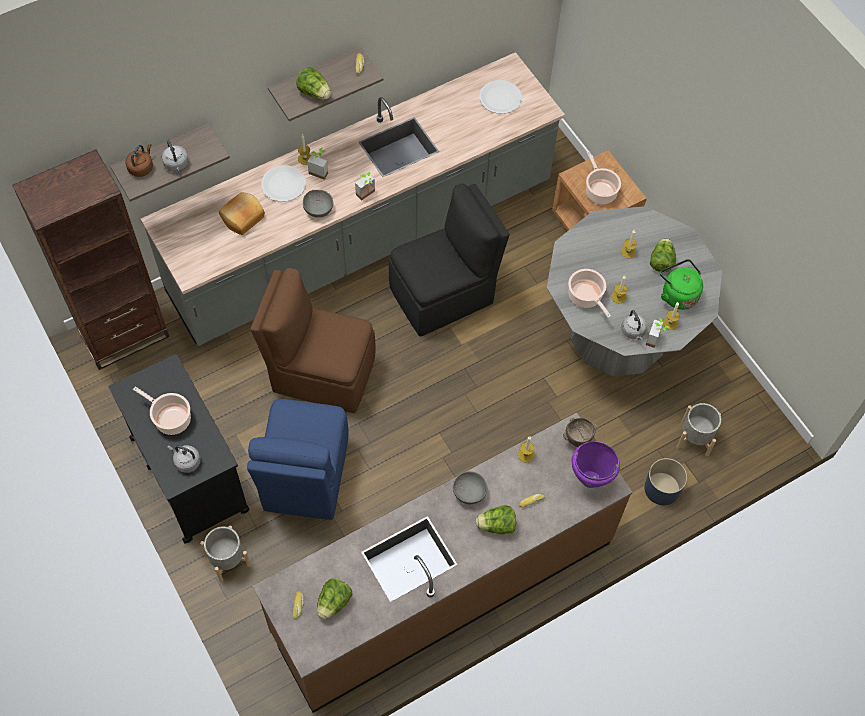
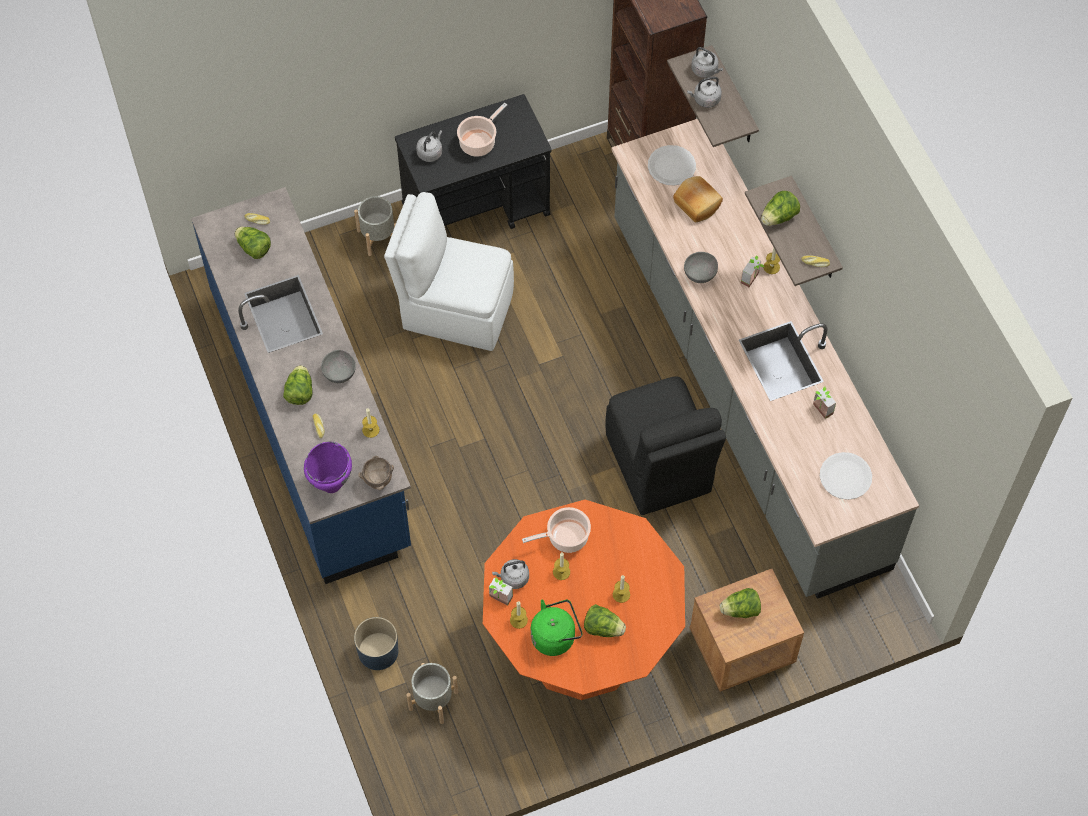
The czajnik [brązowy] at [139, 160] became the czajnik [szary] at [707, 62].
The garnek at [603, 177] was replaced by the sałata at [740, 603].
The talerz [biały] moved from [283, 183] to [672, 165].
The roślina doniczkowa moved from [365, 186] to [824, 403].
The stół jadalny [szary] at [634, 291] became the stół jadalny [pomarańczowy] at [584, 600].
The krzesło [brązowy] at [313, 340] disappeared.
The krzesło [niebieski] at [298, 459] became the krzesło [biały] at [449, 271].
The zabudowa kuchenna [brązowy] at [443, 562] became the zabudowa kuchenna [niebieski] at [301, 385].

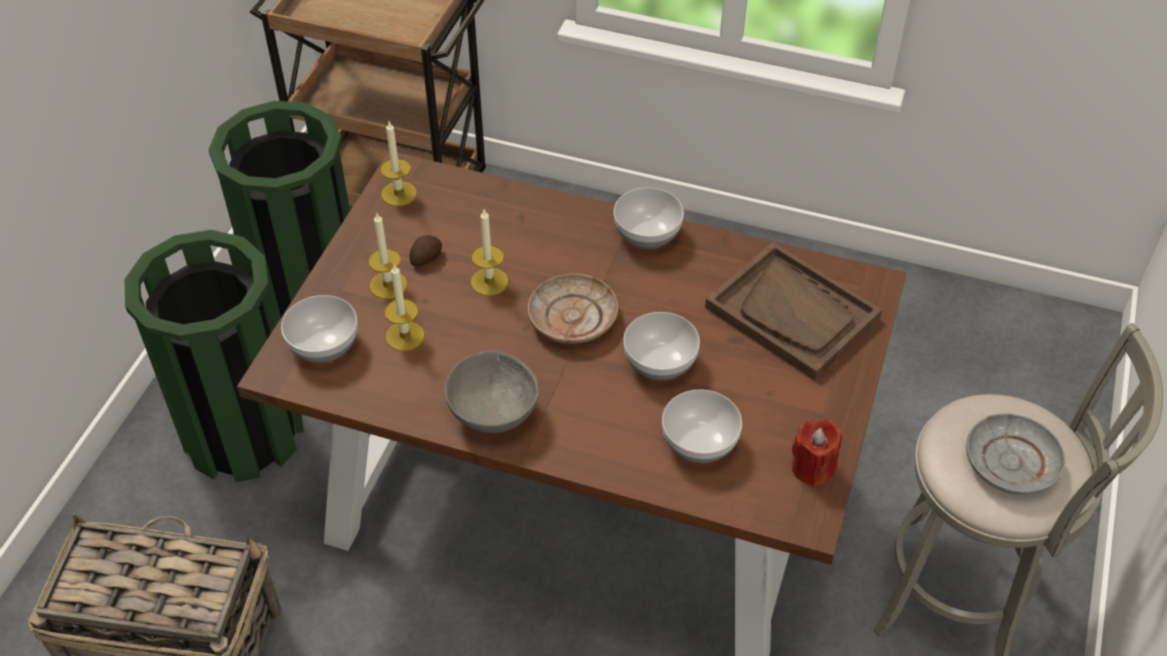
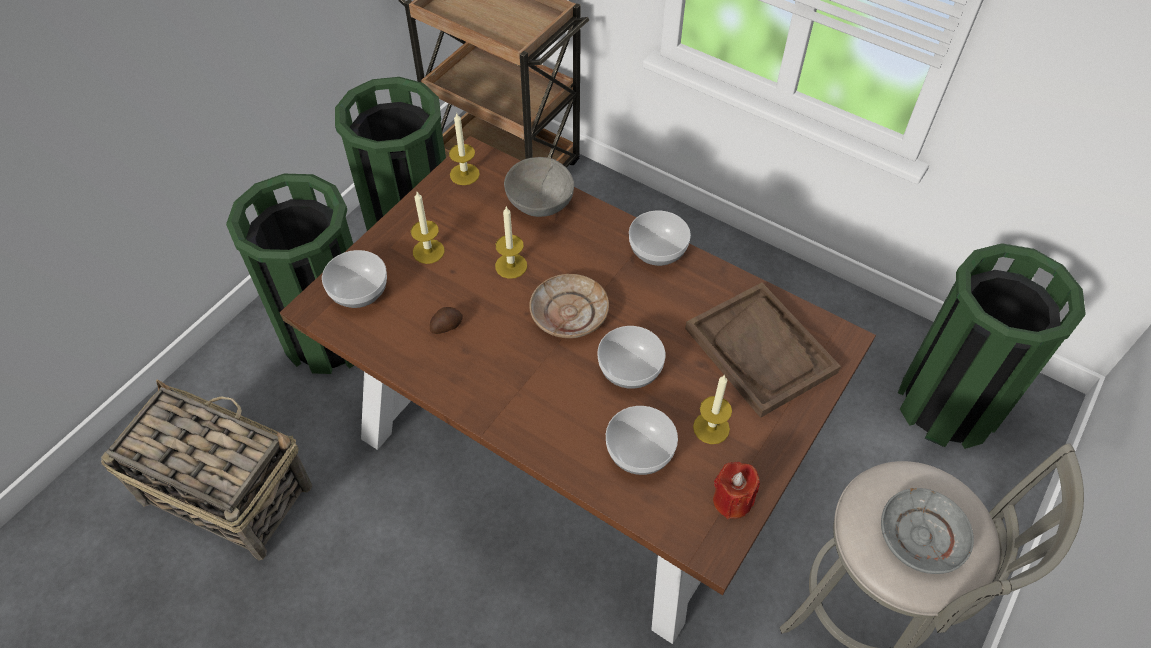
The ziemniak moved from [425, 250] to [446, 320].
The świeca moved from [404, 307] to [712, 409].
The miska [szary] moved from [491, 392] to [539, 187].
The kosz na śmieci [zielony] at [992, 346] appeared.

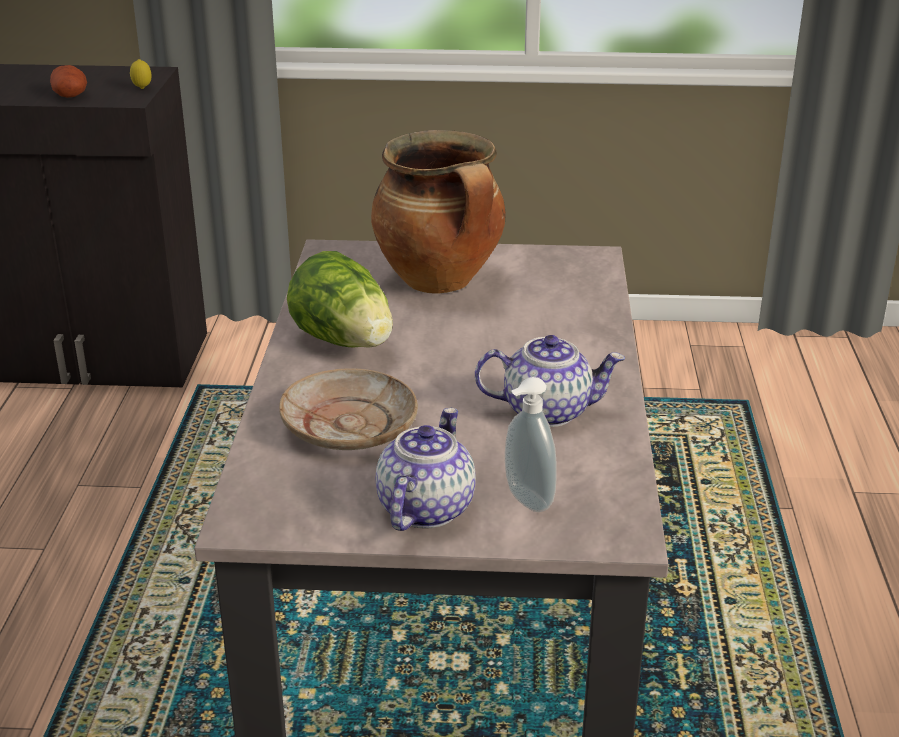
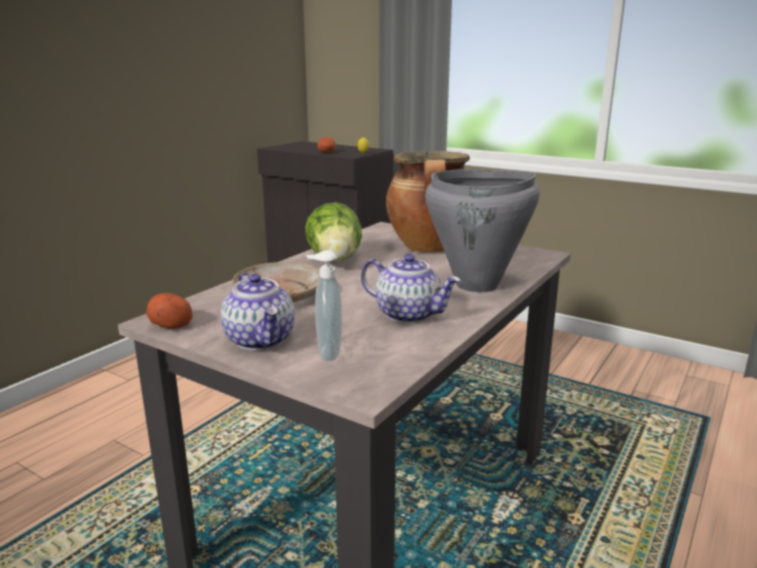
The imbryk at [426, 469] turned 105 degrees clockwise.
The garnek [szary] at [482, 230] appeared.
The ziemniak at [169, 311] appeared.

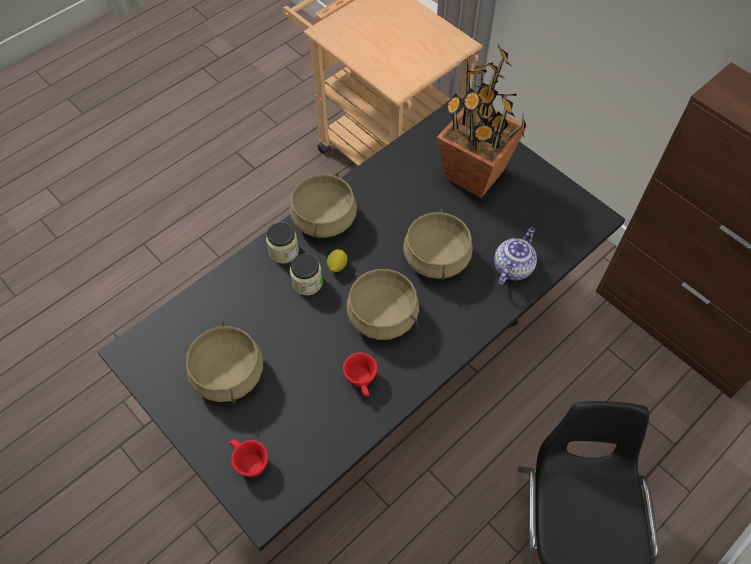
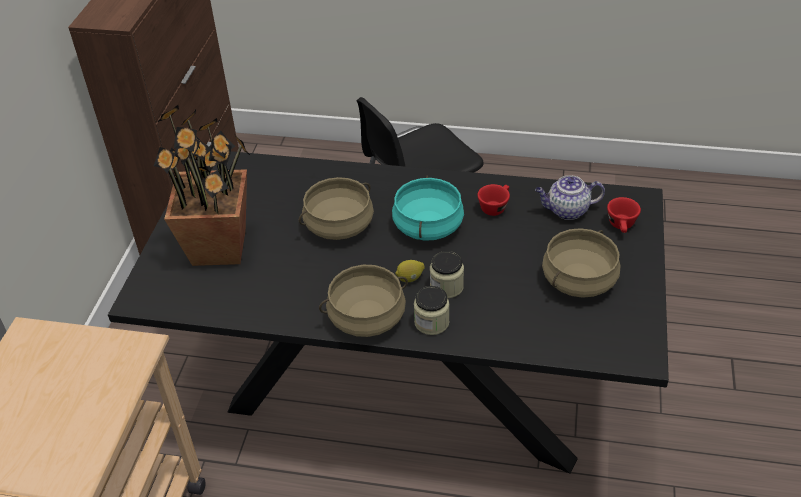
The imbryk moved from [515, 256] to [570, 197].
The garnek [beżowy] at [383, 304] became the garnek [turkusowy] at [428, 208].

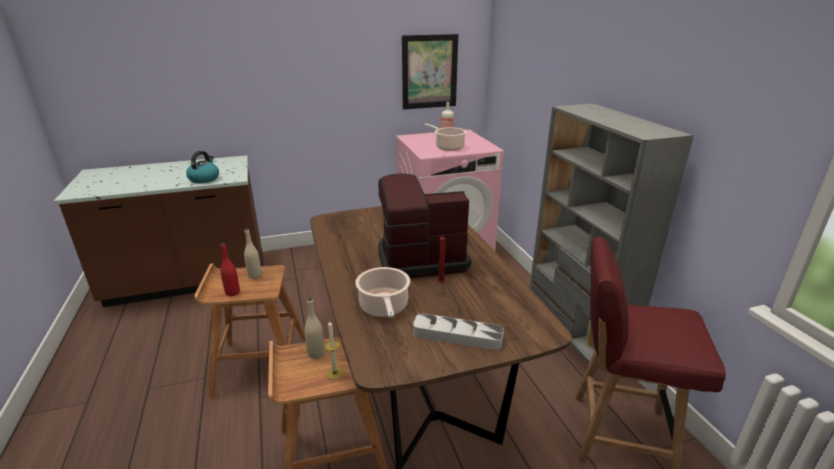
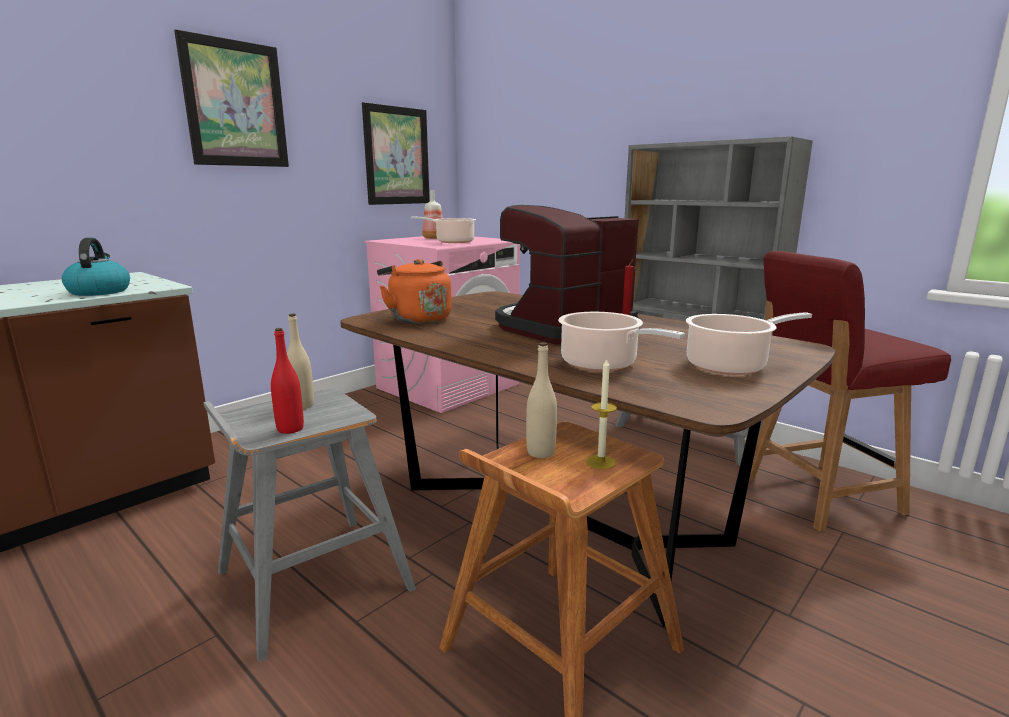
The stołek [brązowy] at [250, 332] became the stołek [szary] at [309, 525].
The taca [szary] at [458, 331] was replaced by the garnek at [749, 343].
The obraz at [231, 98] appeared.
The czajnik [pomarańczowy] at [414, 291] appeared.

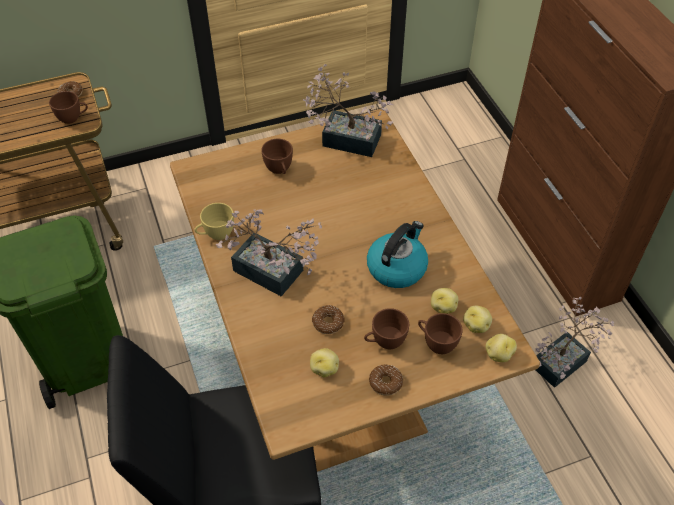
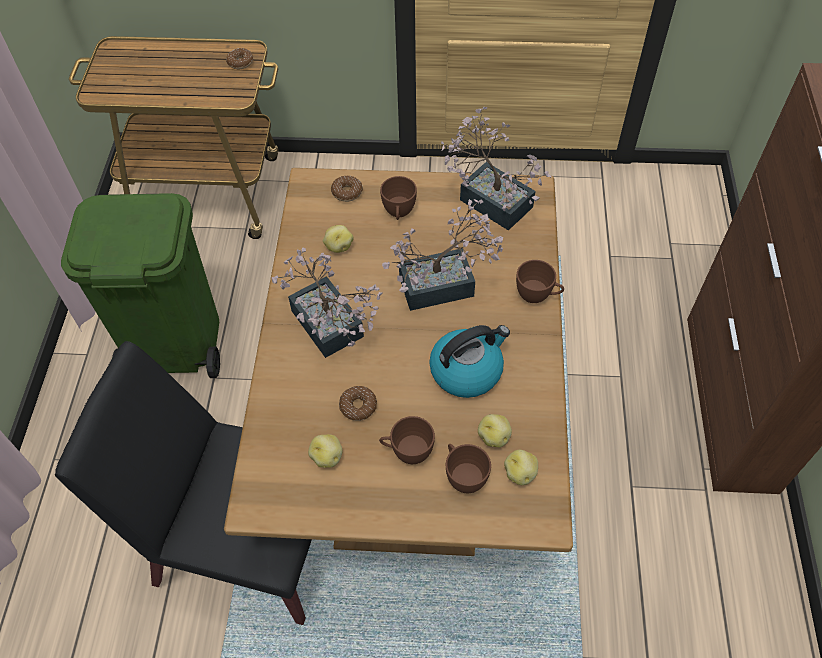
The filiżanka [brązowy] moved from [68, 107] to [540, 281].
The filiżanka [żółty] at [214, 221] disappeared.
The roślina doniczkowa moved from [574, 342] to [442, 255].
The ziemniak moved from [501, 348] to [338, 239].
The donut moved from [386, 380] to [347, 189].

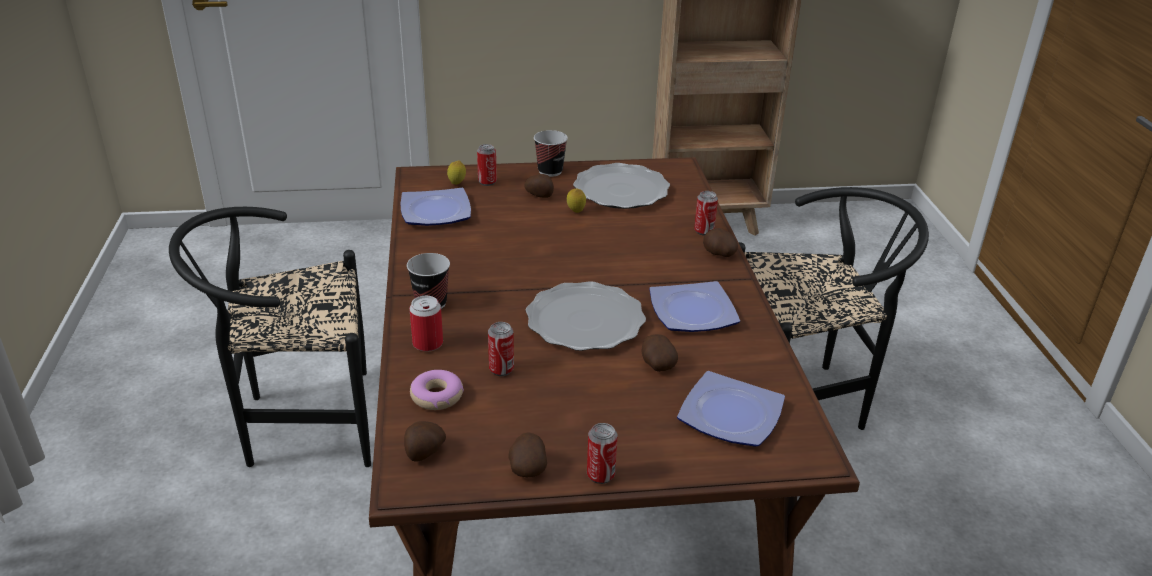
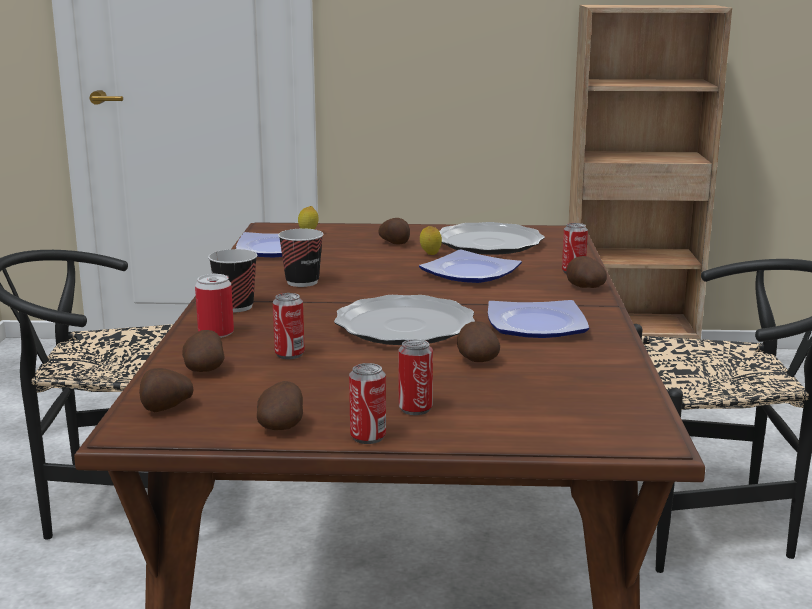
The filiżanka moved from [551, 153] to [301, 258].
The puszka moved from [487, 165] to [416, 377].
The donut at [437, 390] was replaced by the ziemniak at [203, 351].
The talerz moved from [731, 409] to [470, 266].

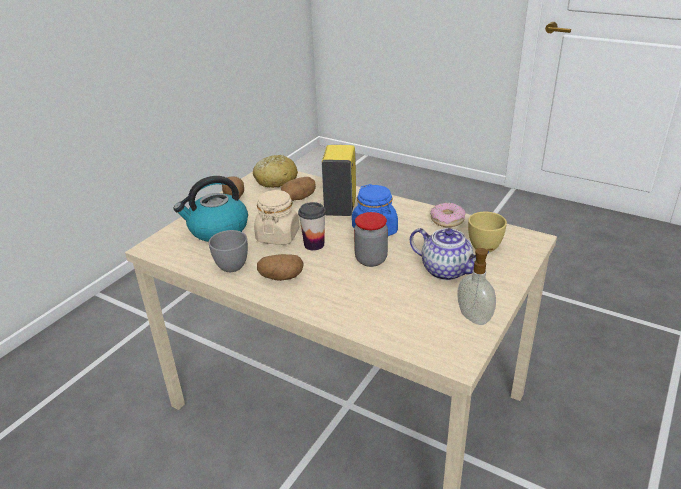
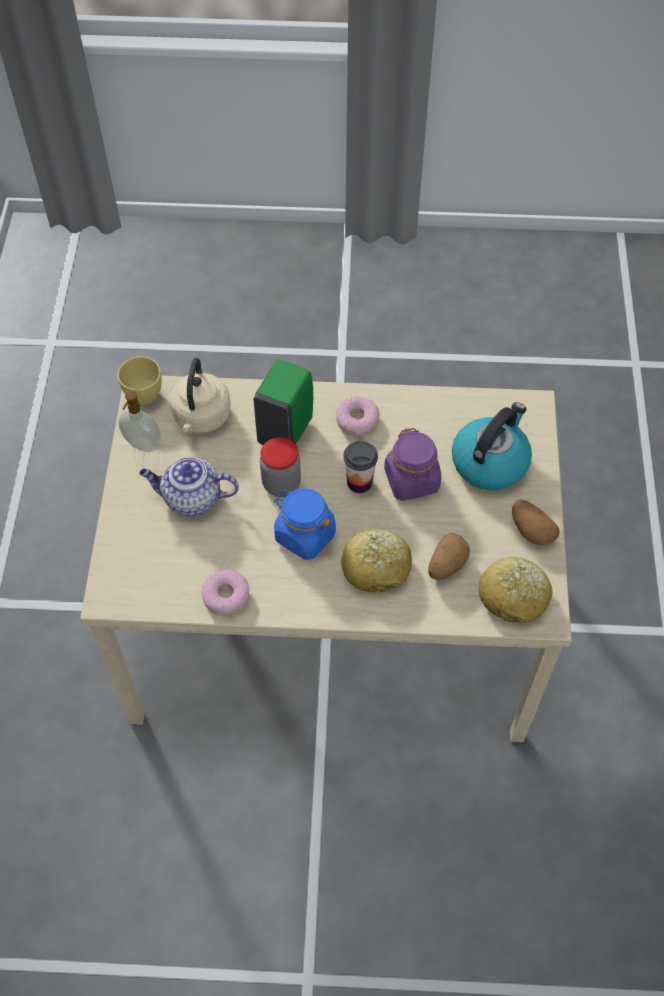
The dozownik mydła [żółty] at [339, 180] was replaced by the chleb at [376, 560].
The słoik [beżowy] at [276, 217] became the słoik [fioletowy] at [412, 464].
The filiżanka [żółty] moved from [487, 232] to [139, 380].
The filiżanka [szary] at [228, 251] disappeared.
The ziemniak at [280, 267] was replaced by the donut at [358, 416].
The czajnik [beżowy] at [200, 395] appeared.
The dozownik mydła [zielony] at [283, 402] appeared.

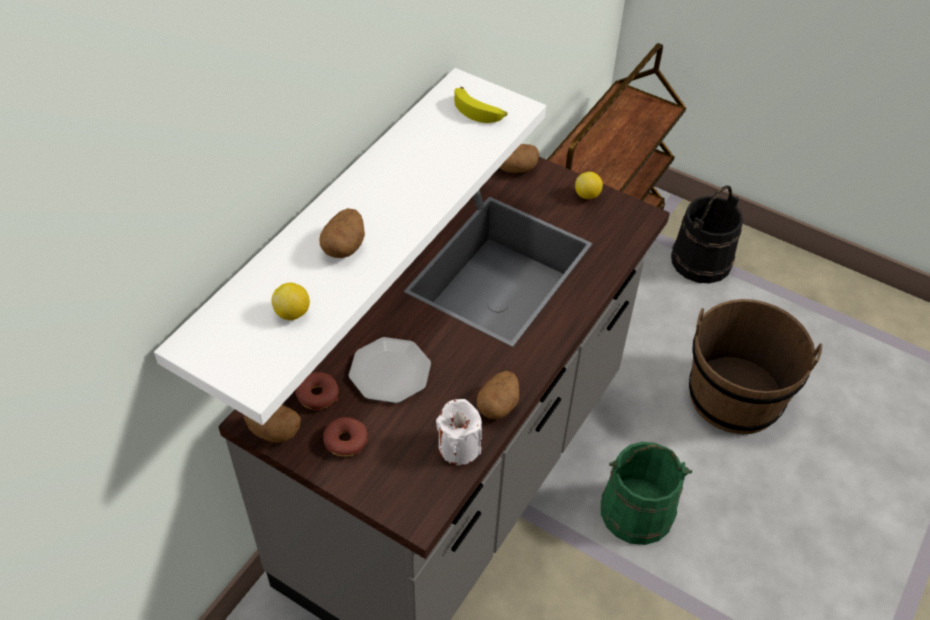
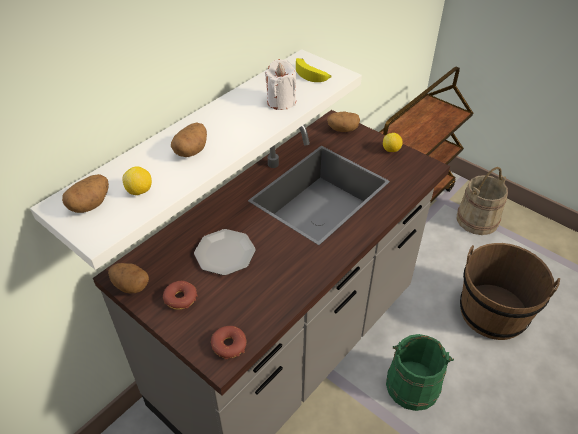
The wiadro [czarny] at [707, 234] became the wiadro [beżowy] at [482, 201].
The ziemniak moved from [498, 395] to [85, 193].
The donut moved from [317, 391] to [228, 342].
The świeca [biały] moved from [459, 432] to [280, 84].

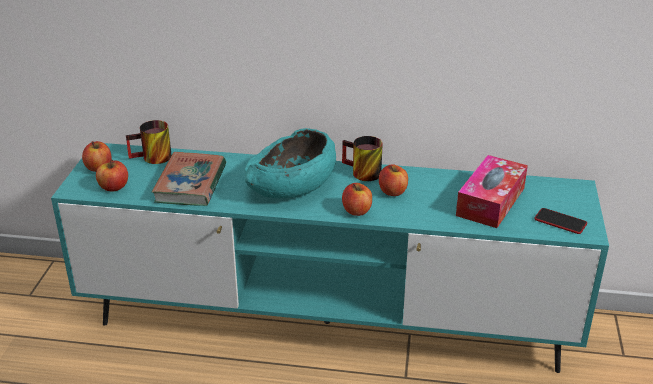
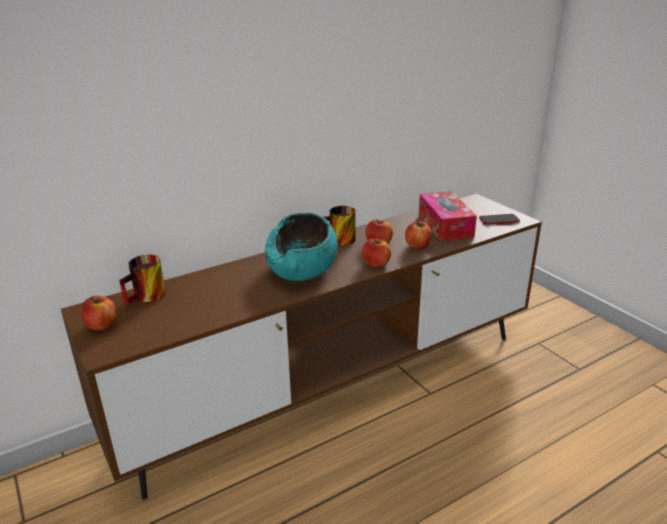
The szafka pod telewizor [turkusowy] at [330, 258] became the szafka pod telewizor [brązowy] at [301, 347].
The książka at [189, 179] disappeared.
The jabłko moved from [112, 175] to [418, 234].

